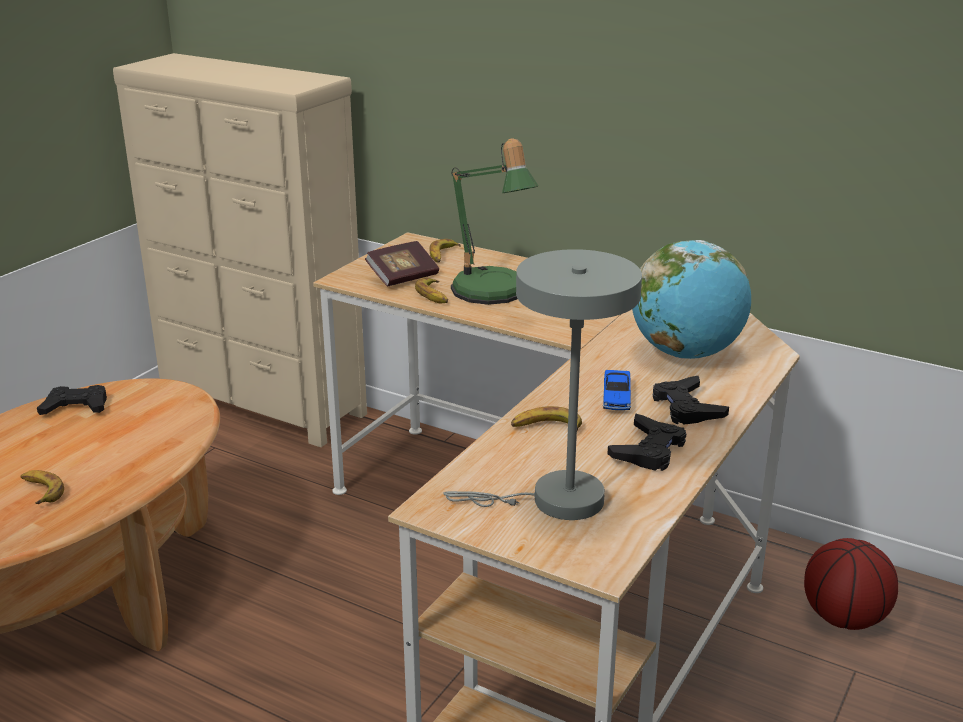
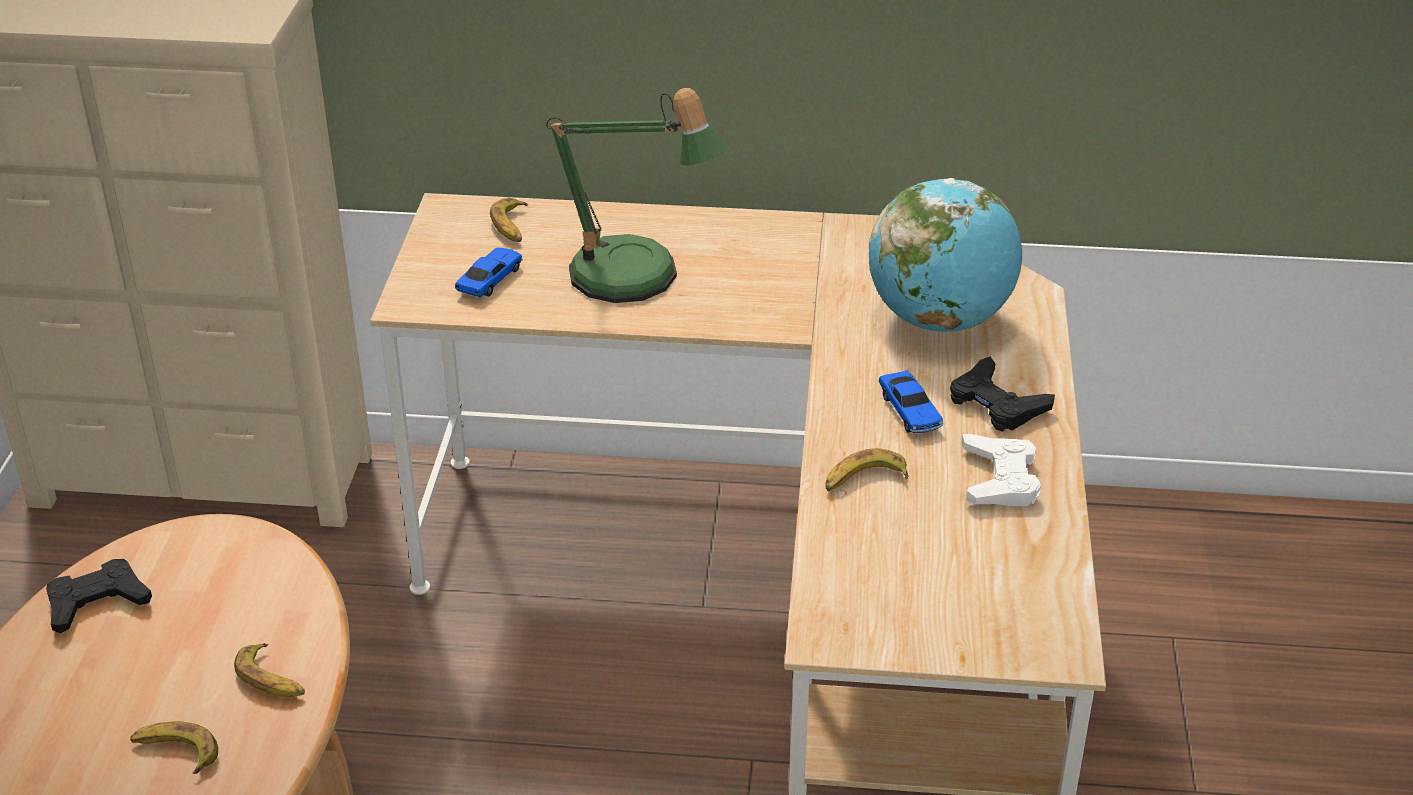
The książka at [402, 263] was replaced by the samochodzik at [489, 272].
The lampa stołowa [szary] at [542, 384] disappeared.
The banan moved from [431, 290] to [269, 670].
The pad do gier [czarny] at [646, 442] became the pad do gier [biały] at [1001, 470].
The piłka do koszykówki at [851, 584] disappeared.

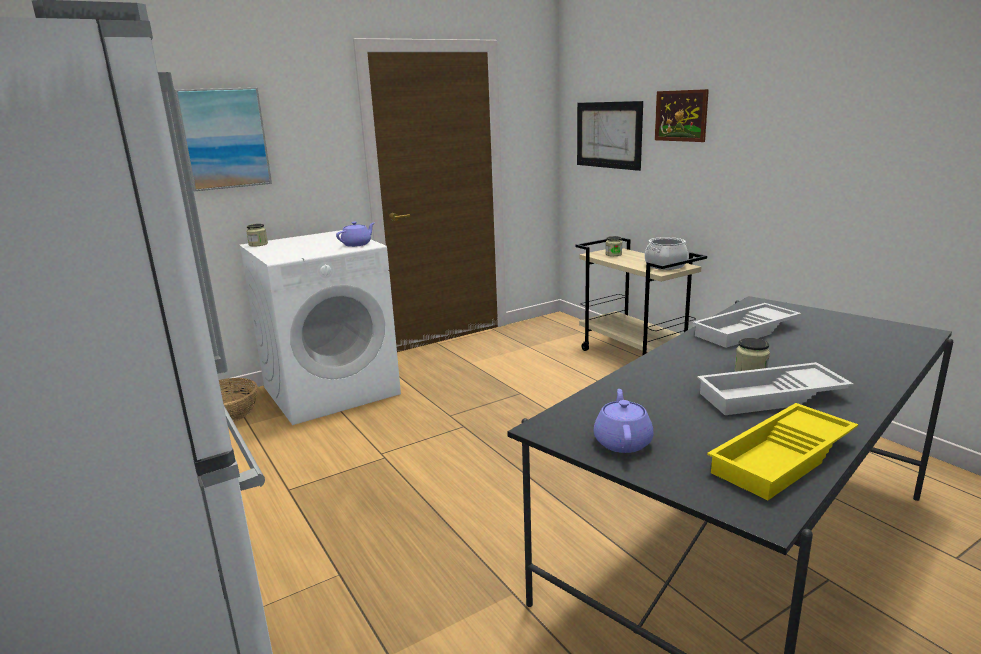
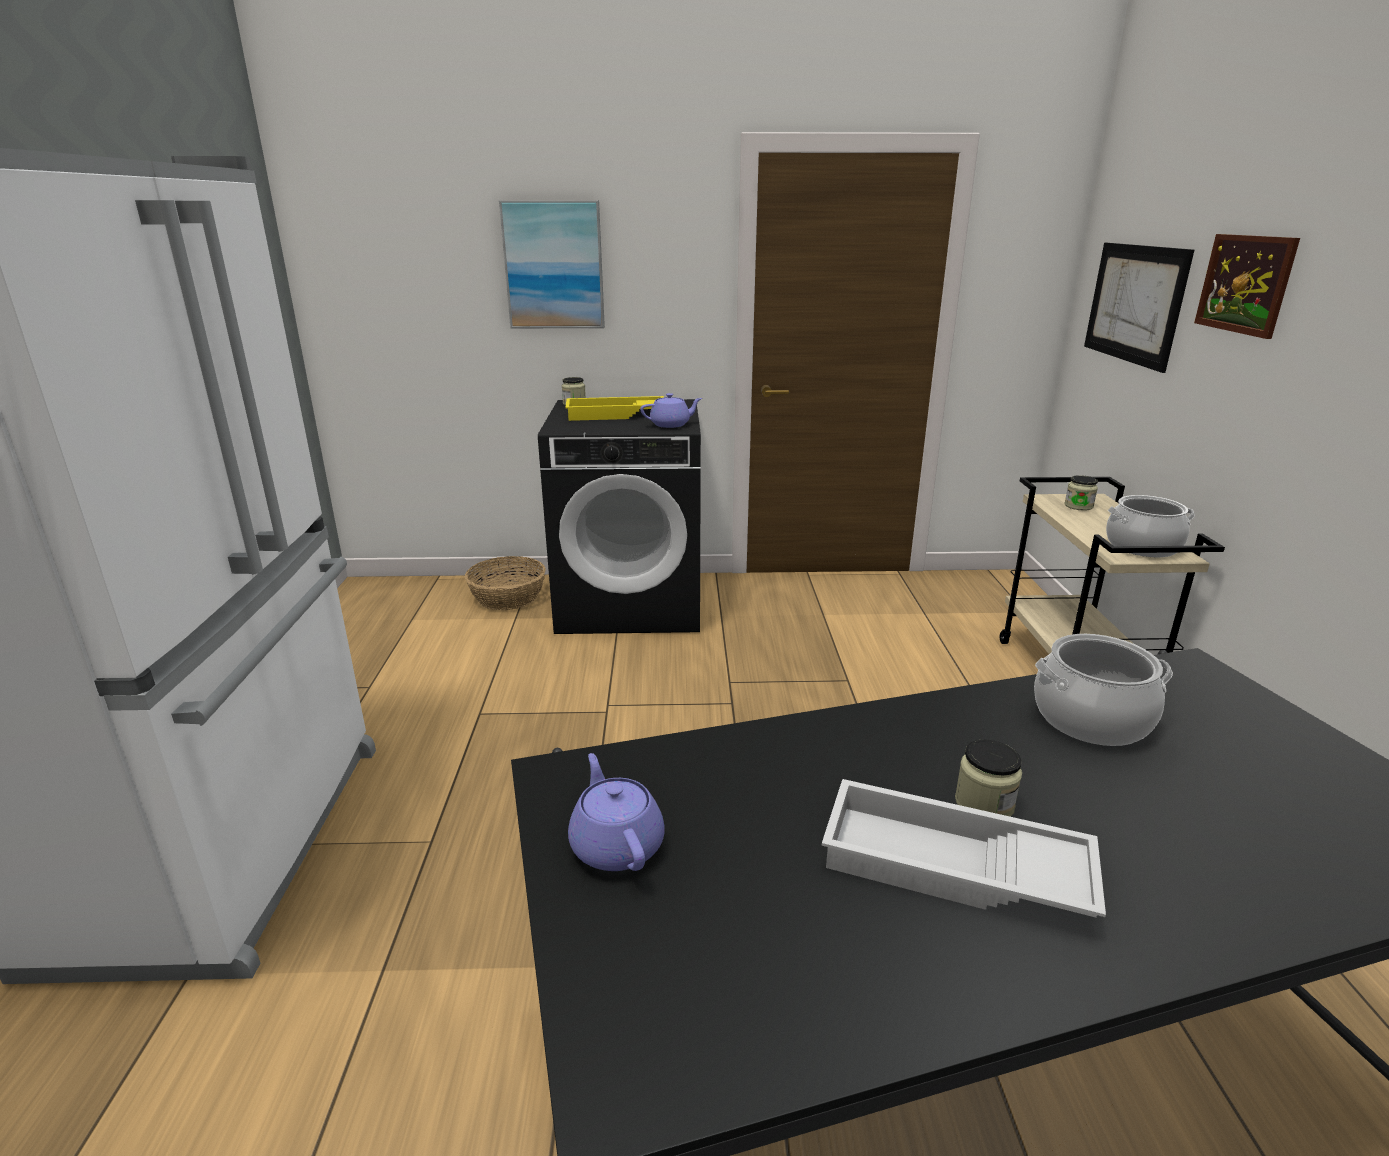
The pralka [biały] at [320, 327] became the pralka [czarny] at [619, 516].
The taca [biały] at [746, 325] was replaced by the garnek at [1103, 690].
The imbryk [fioletowy] at [624, 421] turned 60 degrees counterclockwise.
The taca [żółty] moved from [782, 451] to [614, 408].

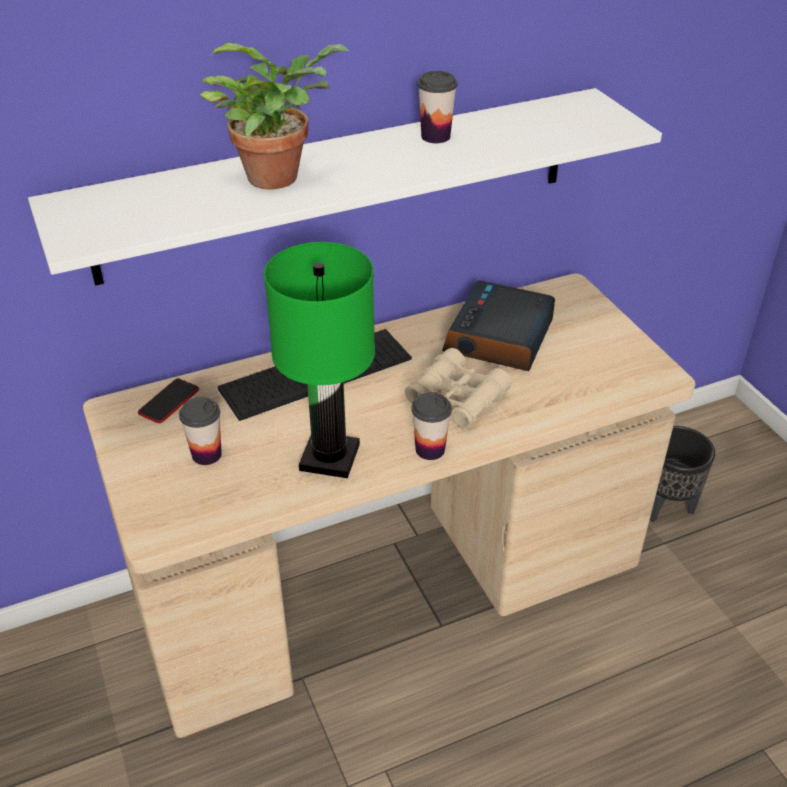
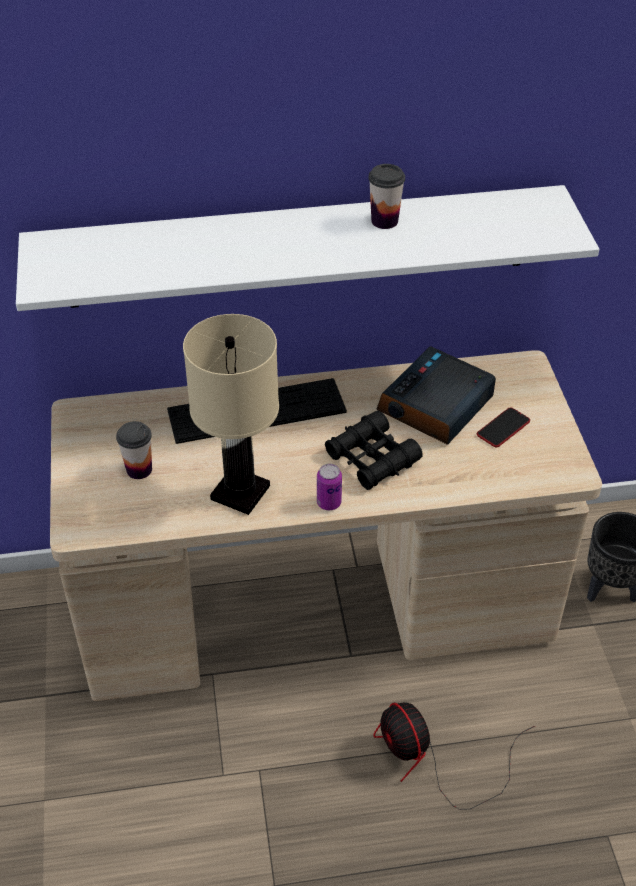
The roślina doniczkowa at [275, 116] disappeared.
The lampa stołowa [zielony] at [319, 360] became the lampa stołowa [beżowy] at [231, 414].
The lornetka [beżowy] at [458, 388] became the lornetka [czarny] at [374, 450].
The telefon moved from [168, 401] to [503, 427].
The filiżanka at [431, 426] was replaced by the puszka at [329, 487].
The wentylator at [454, 756] appeared.

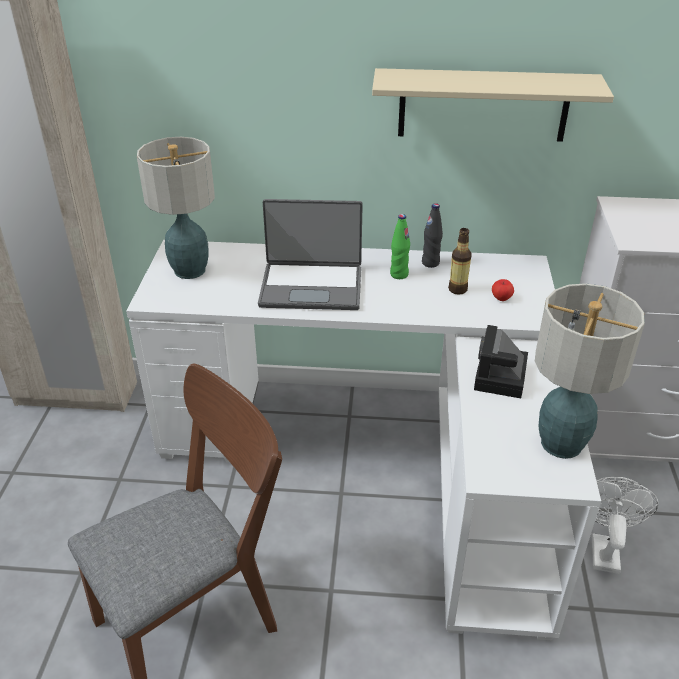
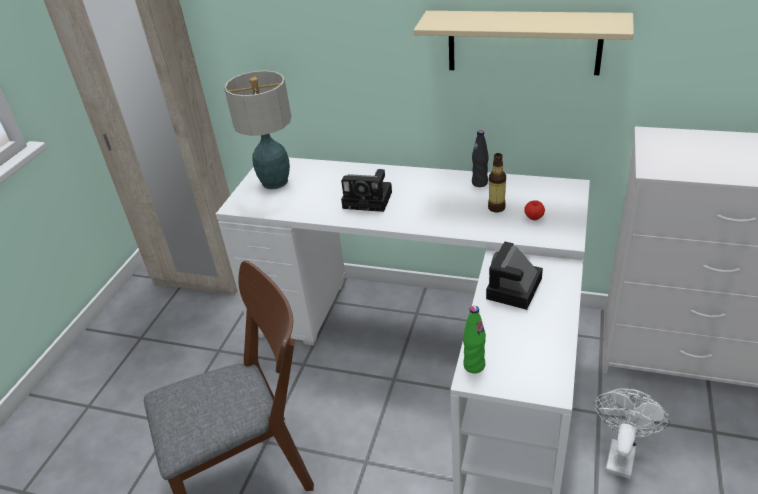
The laptop at [310, 254] was replaced by the aparat fotograficzny at [366, 190].
The butelka [zielony] moved from [400, 246] to [474, 339].
The lampa stołowa at [590, 371] disappeared.

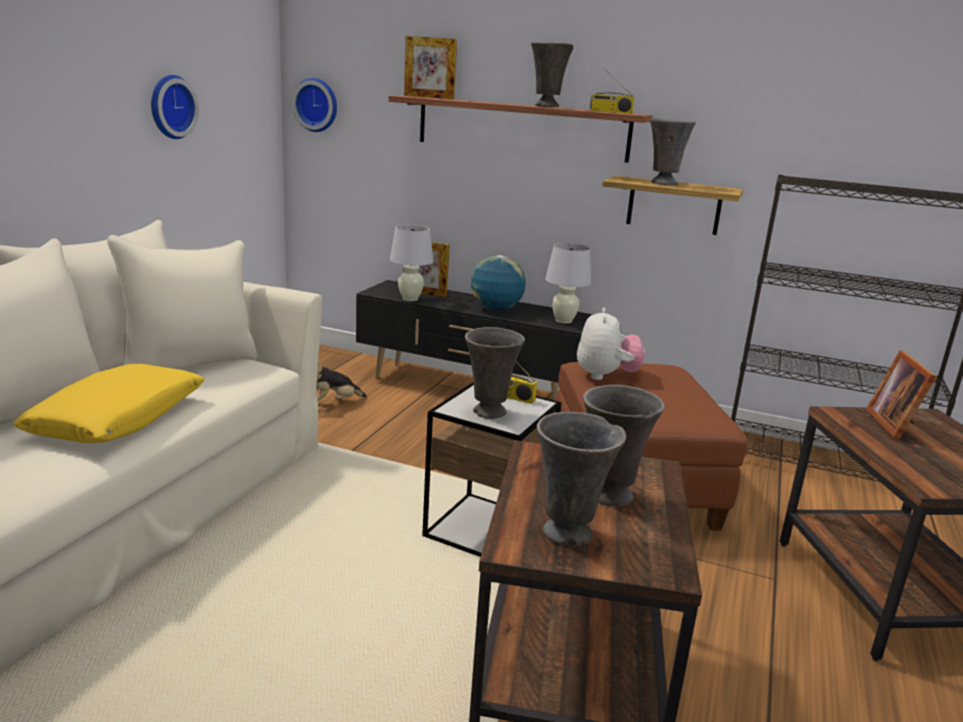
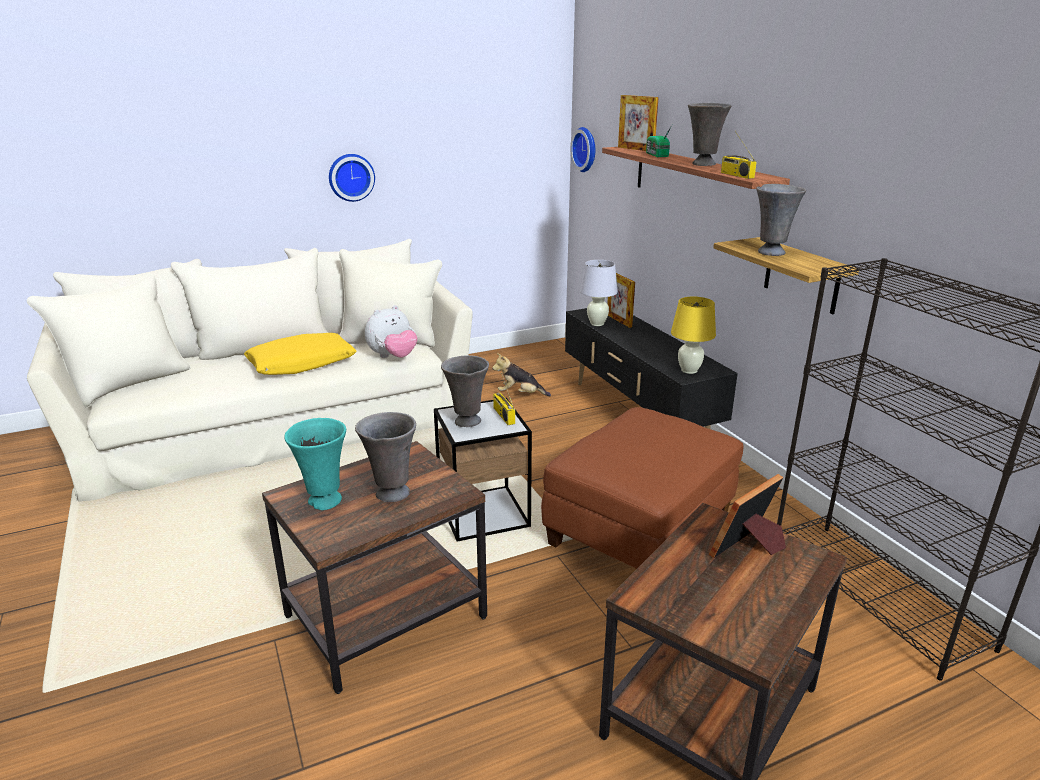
The zegar ścienny moved from [175, 107] to [352, 178].
The lampa stołowa [biały] at [568, 283] became the lampa stołowa [żółty] at [693, 335].
The globus at [498, 283] disappeared.
The pluszak moved from [611, 344] to [391, 331].
The wazon [szary] at [581, 479] became the wazon [turkusowy] at [315, 464].
The radio at [659, 140] appeared.

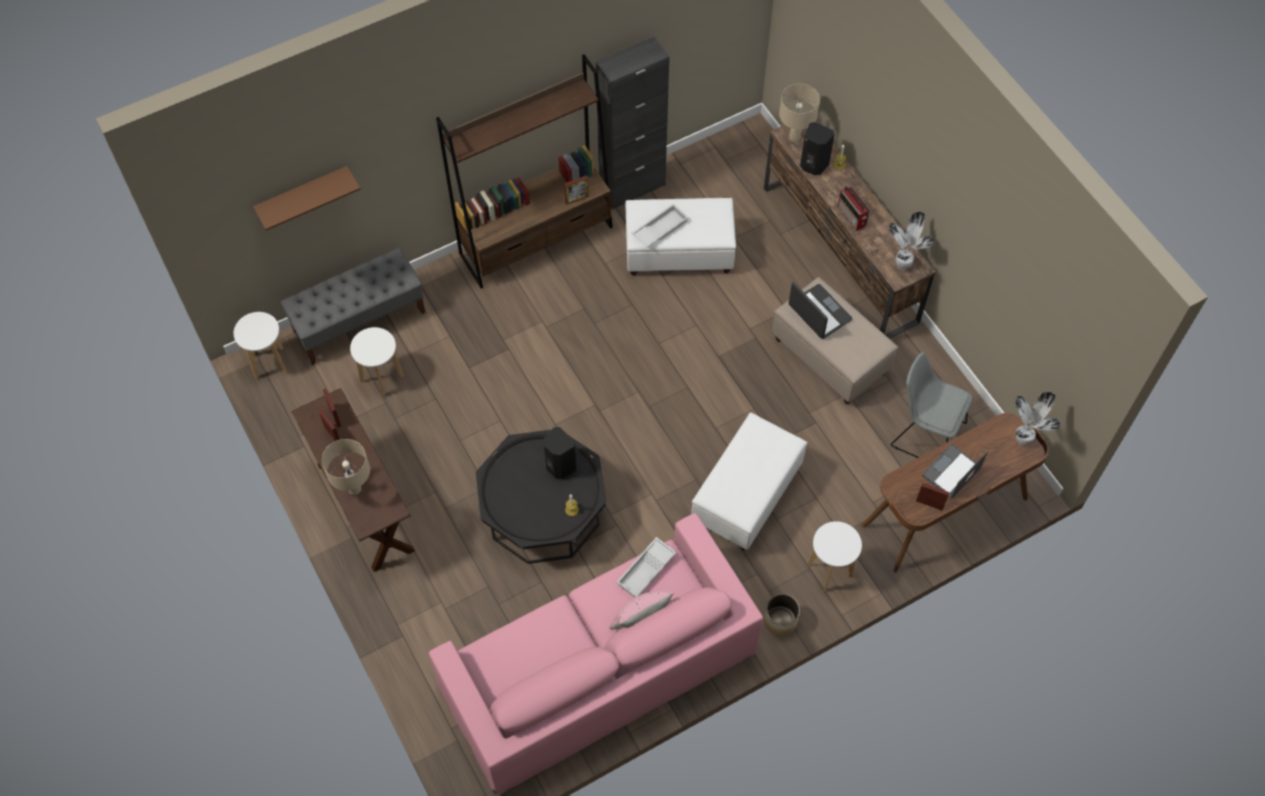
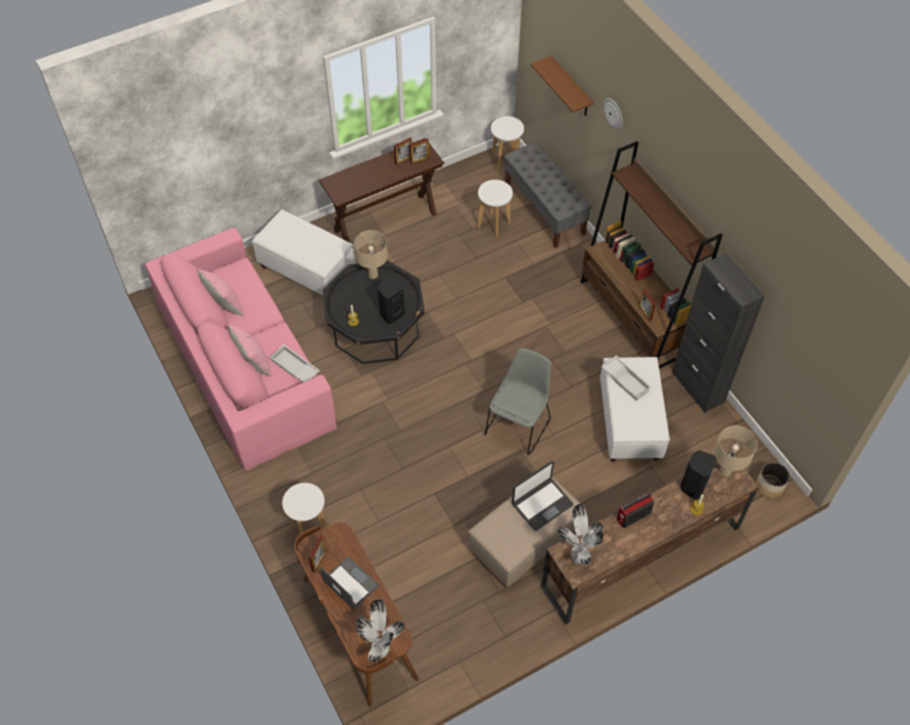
The krzesło [szary] moved from [931, 405] to [518, 401].
The pufa [biały] moved from [749, 481] to [303, 252].
The lampa stołowa [beżowy] moved from [346, 467] to [371, 254].
The donica moved from [782, 615] to [773, 480].
The zegar ścienny at [613, 114] appeared.
The poduszka [różowy] at [221, 292] appeared.

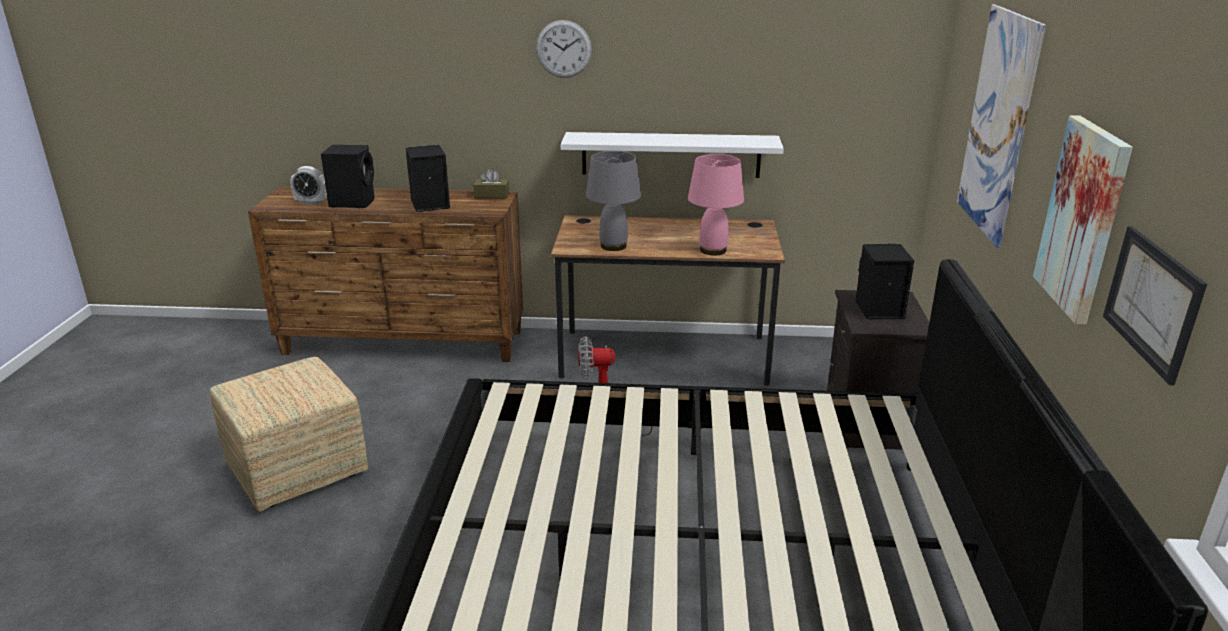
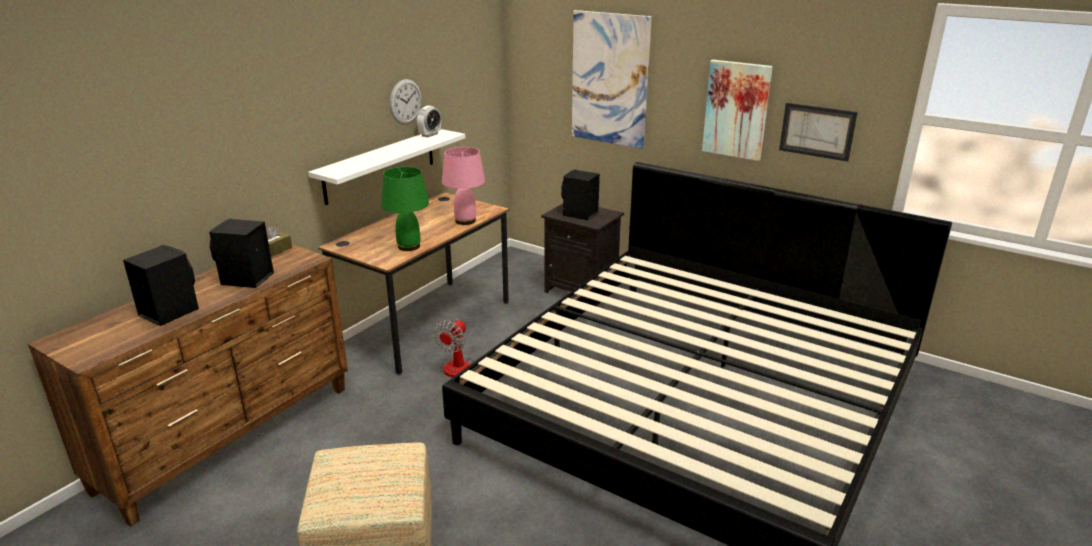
The zegar ścienny moved from [564, 49] to [406, 102].
The lampa stołowa [szary] at [613, 201] became the lampa stołowa [zielony] at [405, 209].
The budzik moved from [308, 185] to [429, 121].

